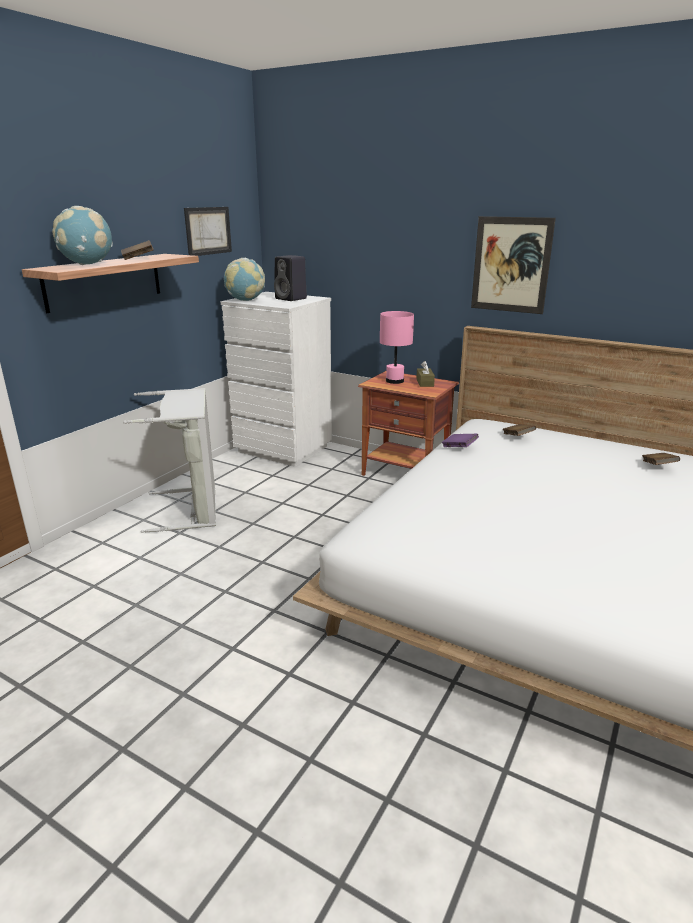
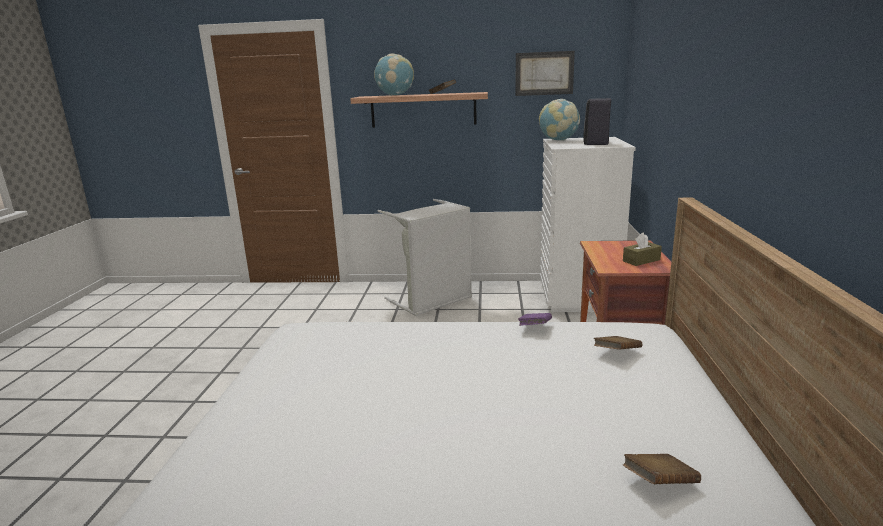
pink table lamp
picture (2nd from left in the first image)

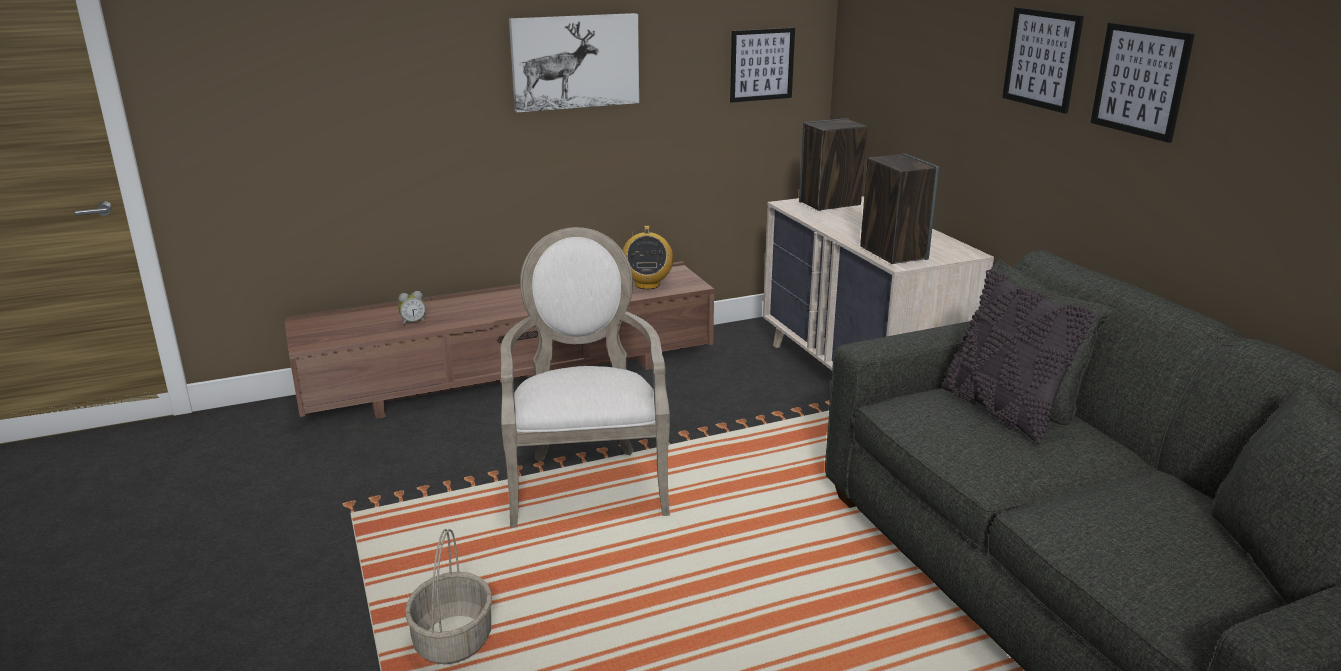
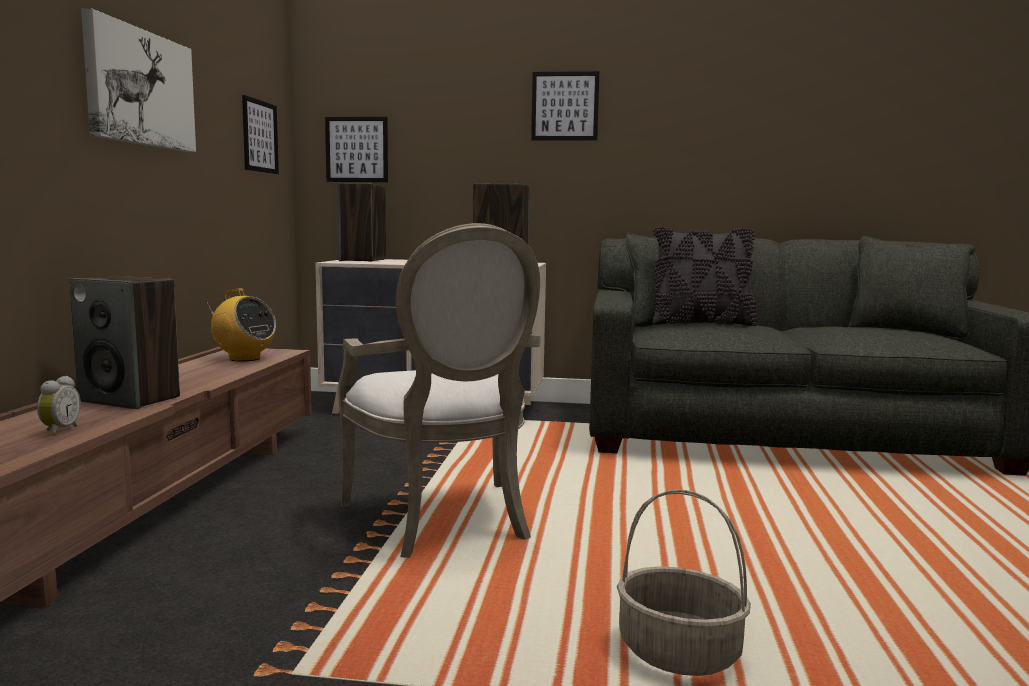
speaker (1st from left)
picture (3rd from left)
armchair

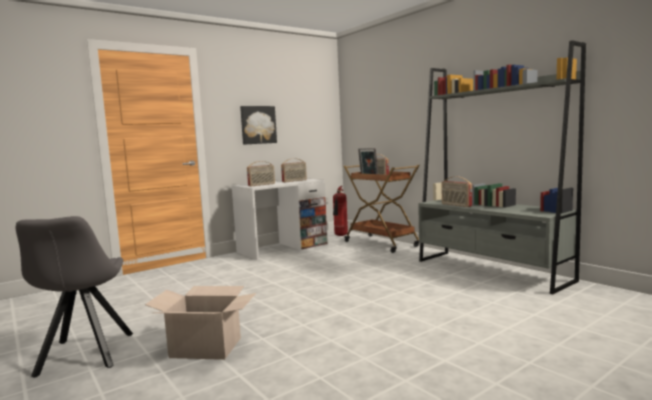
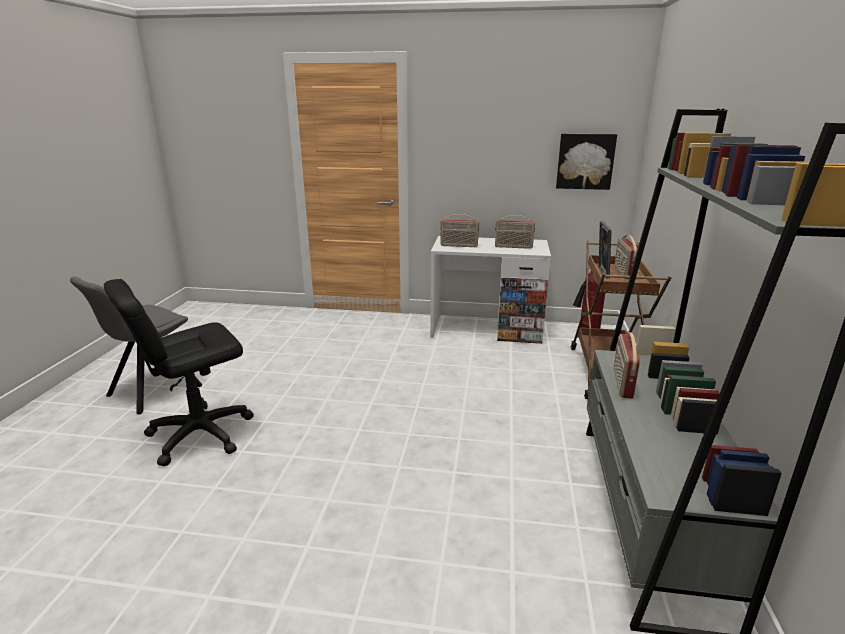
picture
black office chair

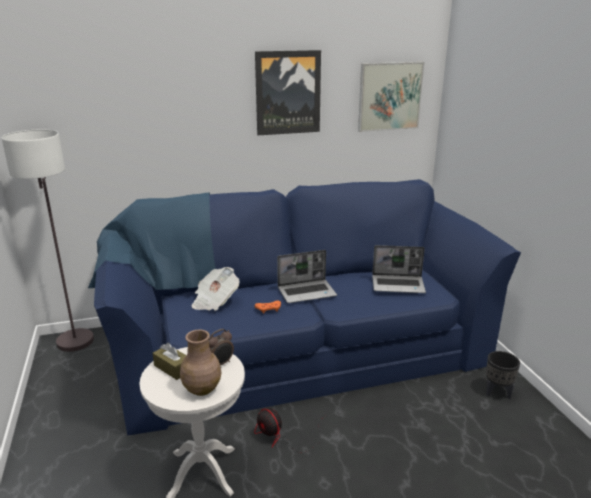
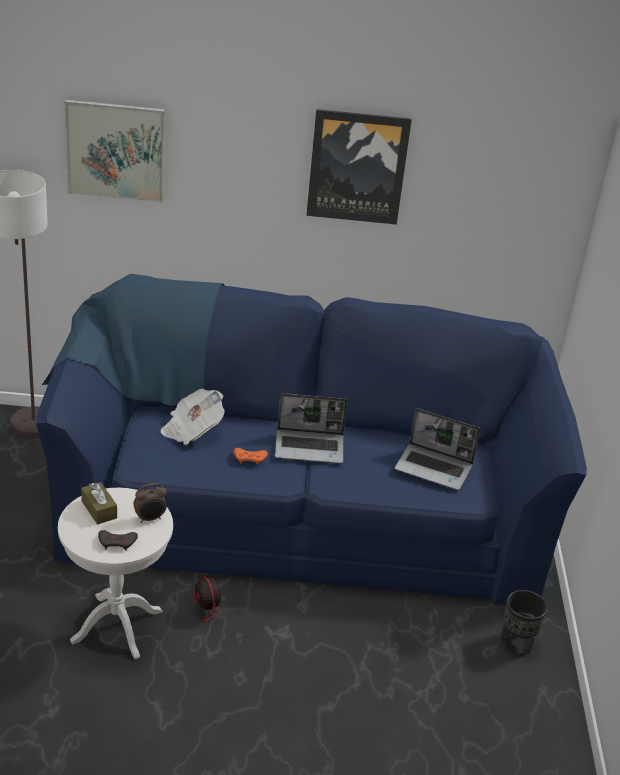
picture (1st from left)
grey game controller

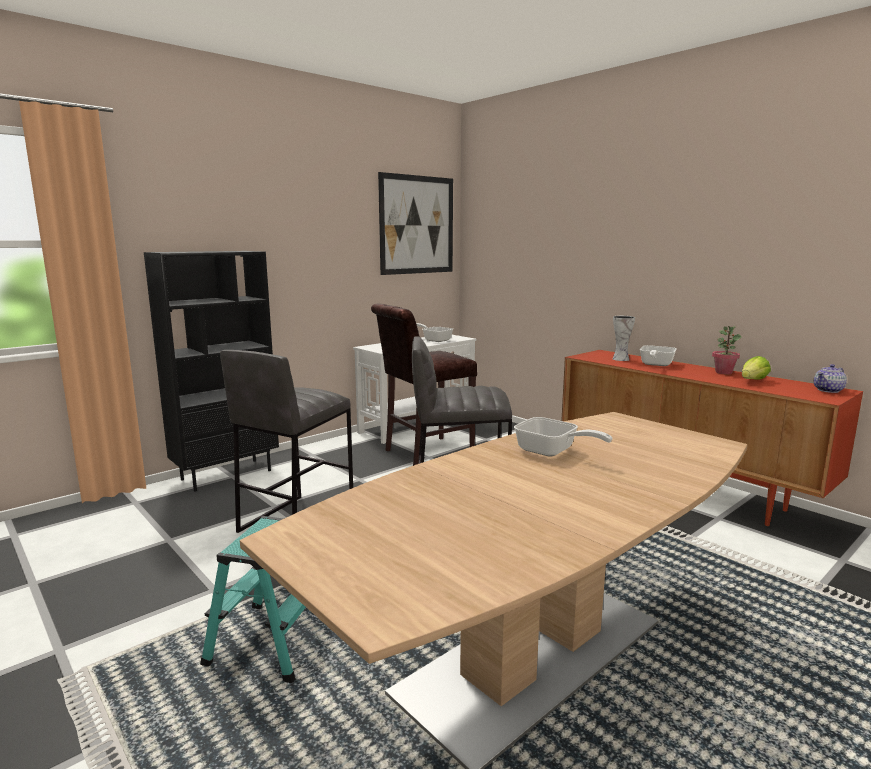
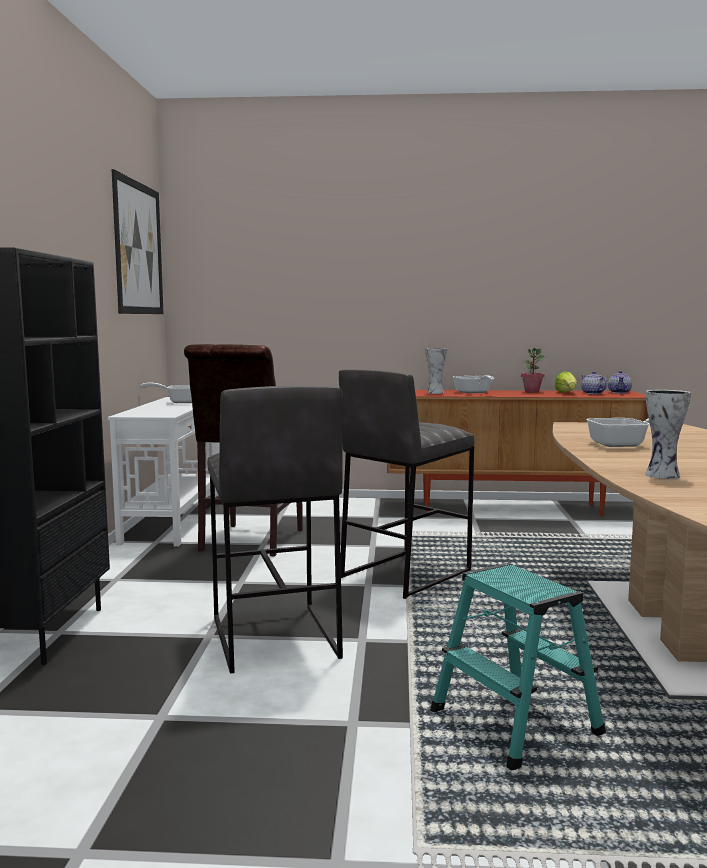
teapot (1st from left)
vase (2nd from left)

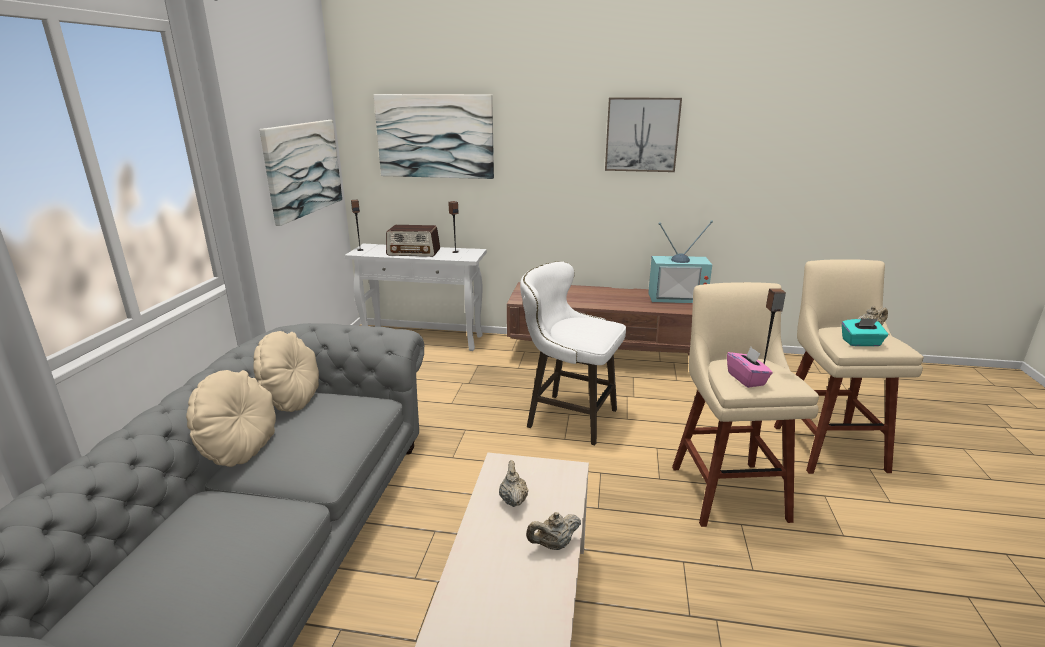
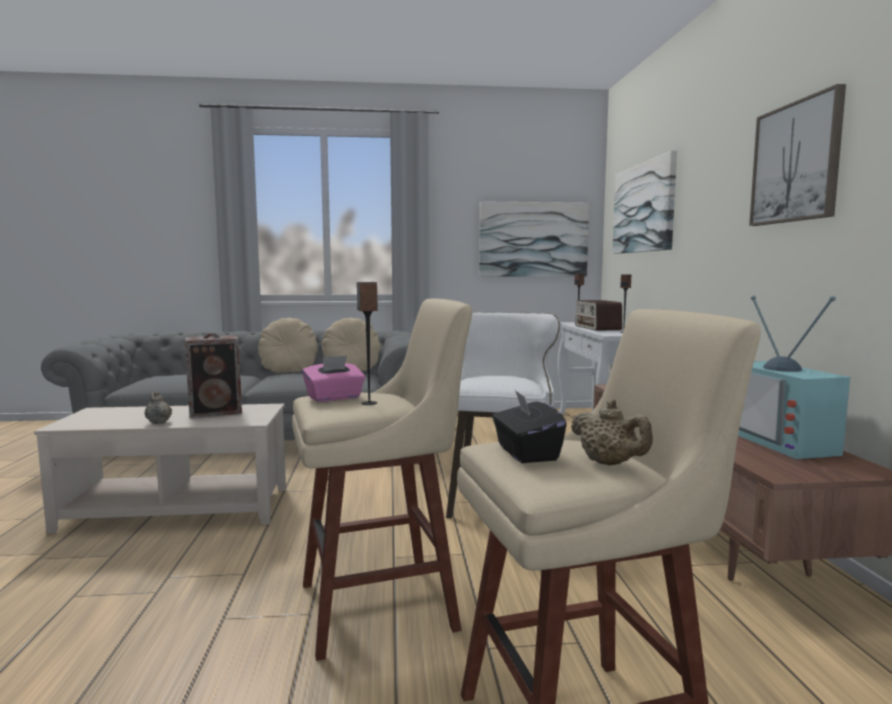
speaker (1st from left)
black tissue box

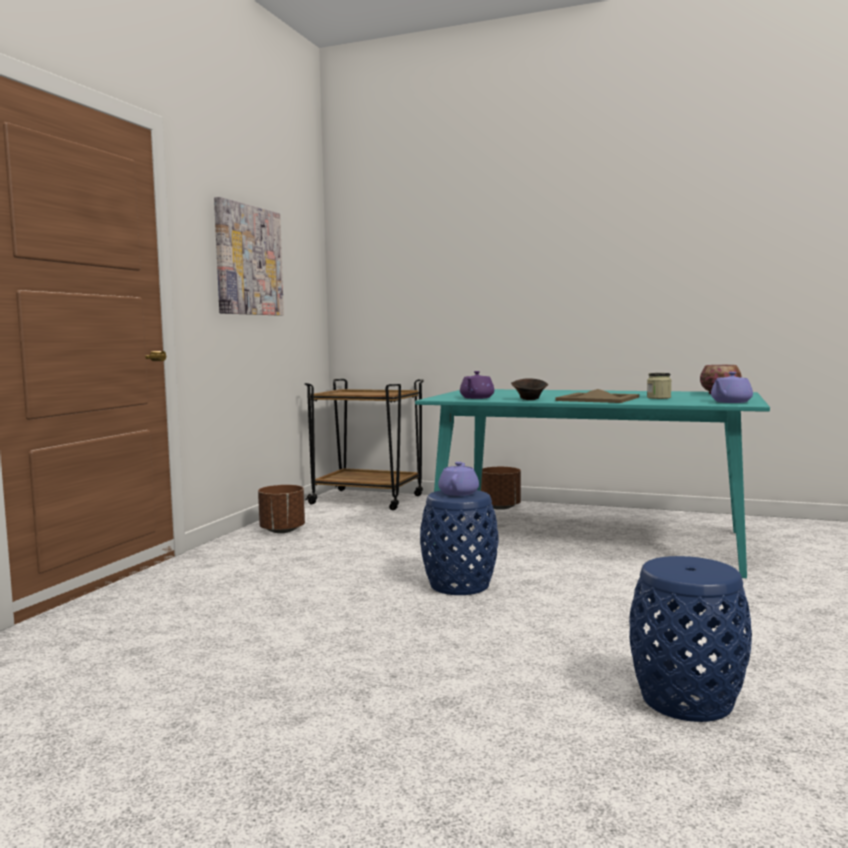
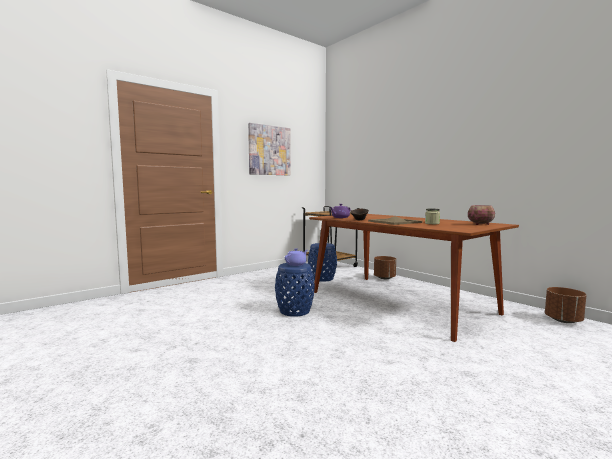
purple teapot (3rd from left in the first image)
brown planter (2nd from left)
blue stool (2nd from left)
brown dining table

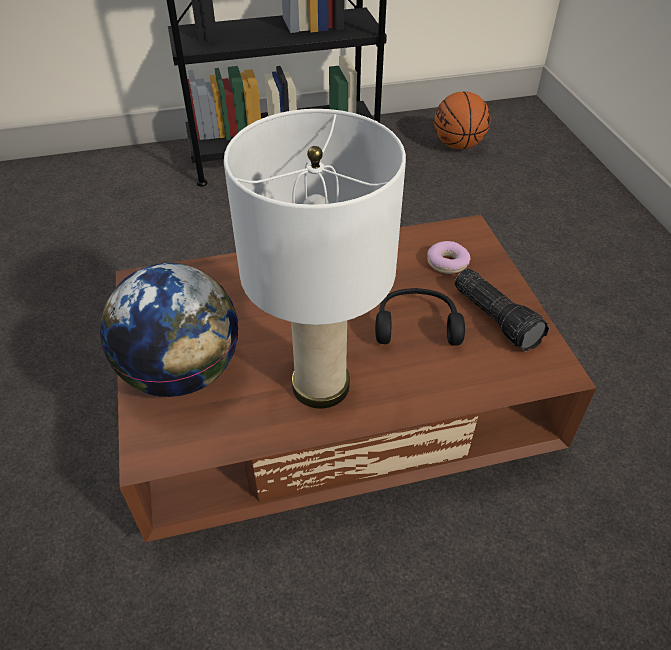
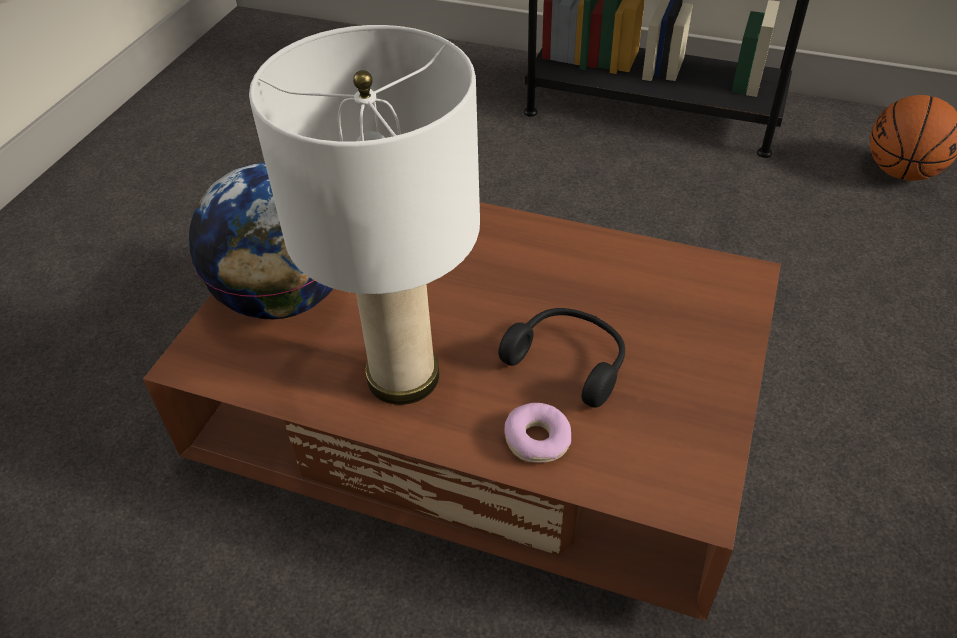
flashlight
donut

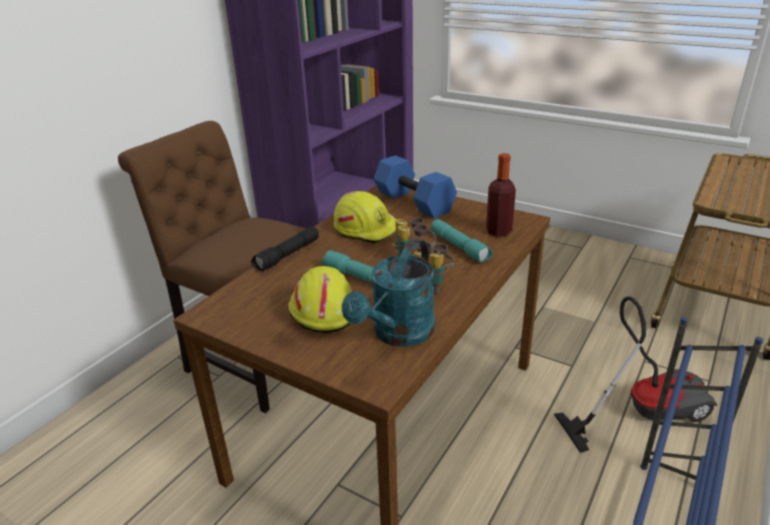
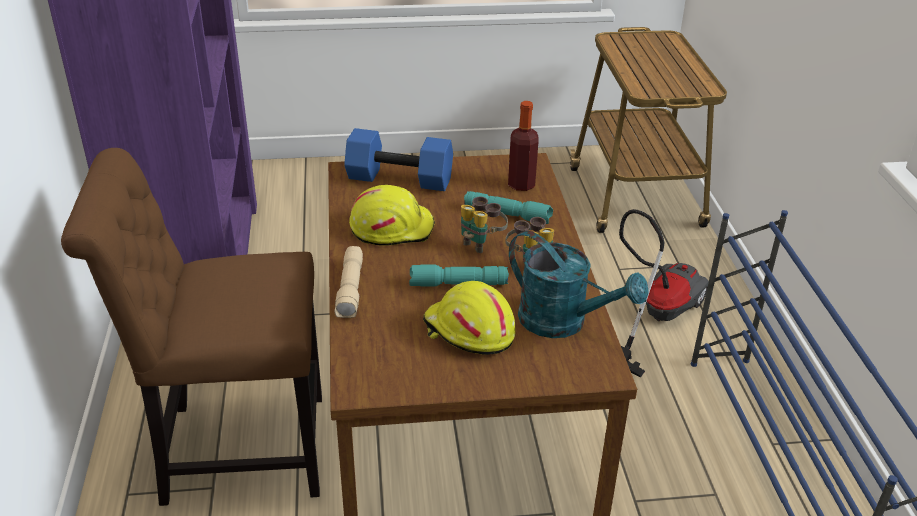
beige flashlight
turquoise watering can

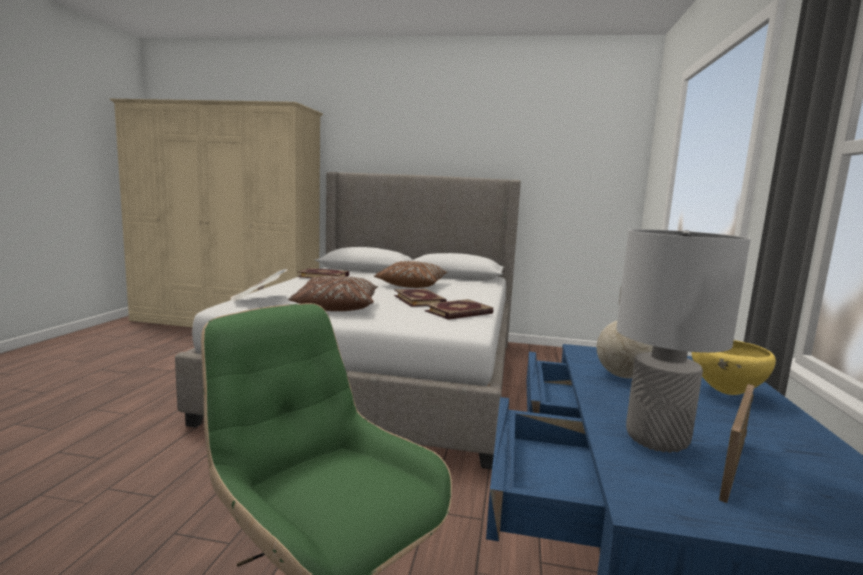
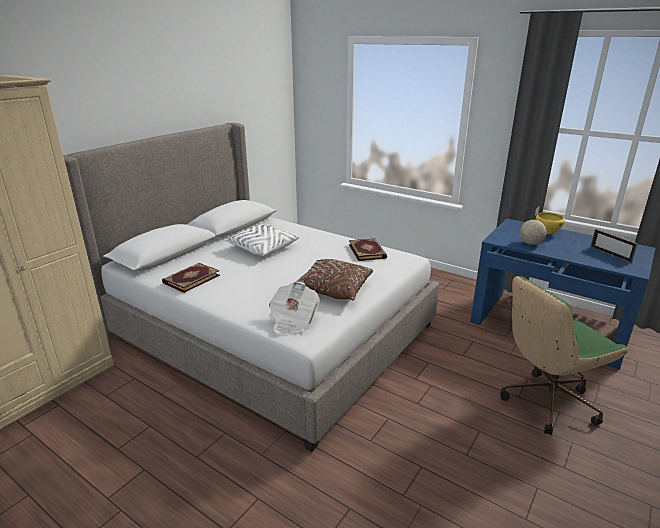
book (2nd from left in the first image)
grey table lamp
white pillow

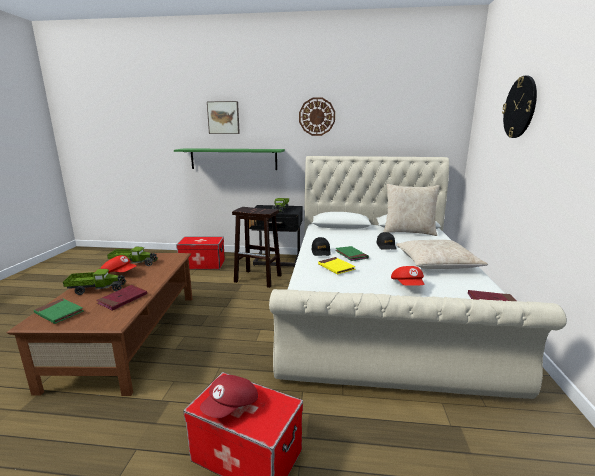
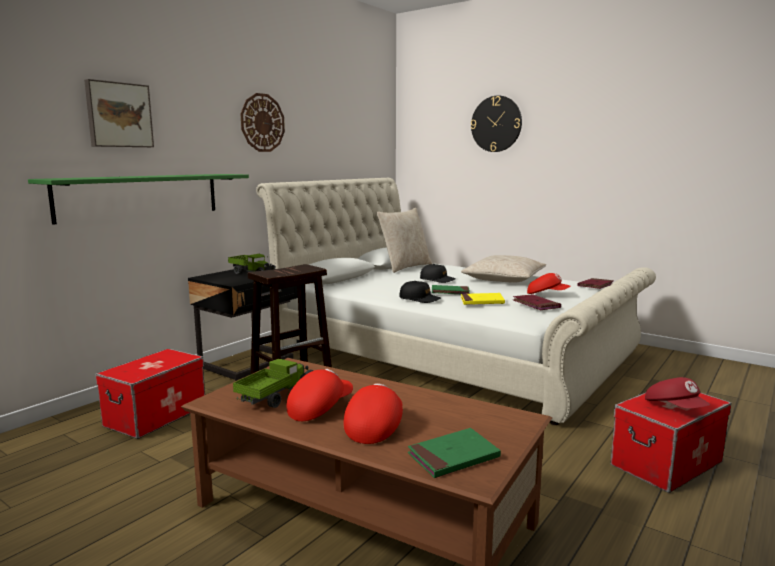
red book (1st from left)
red cap (2nd from left)

